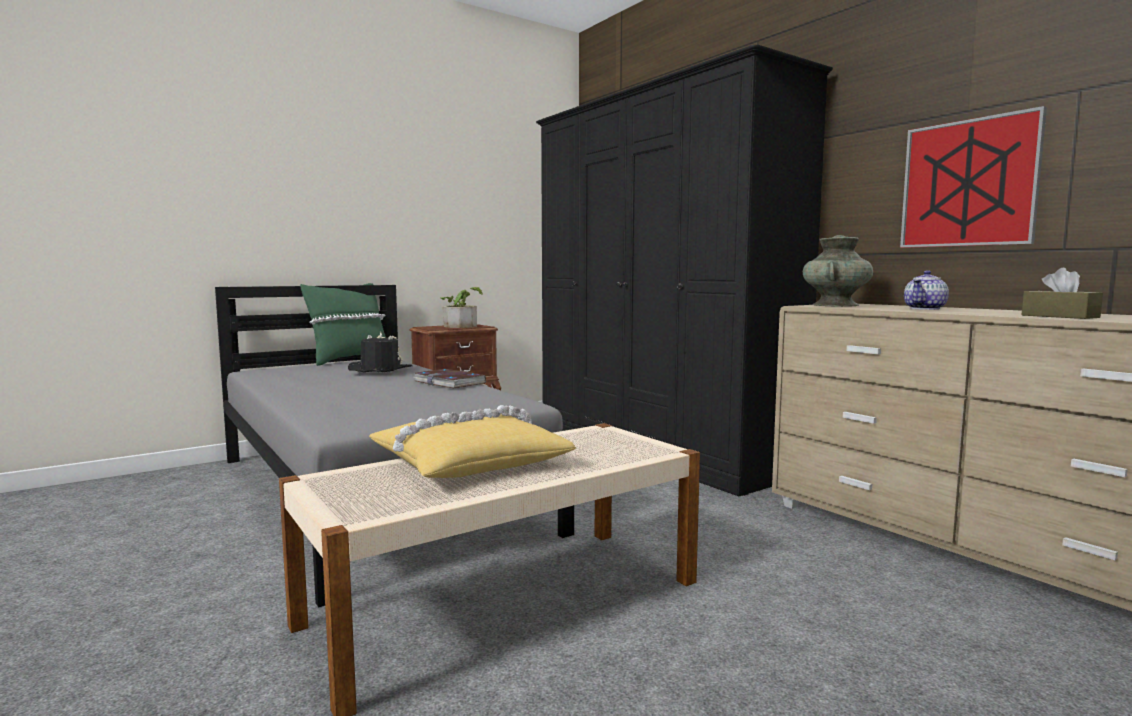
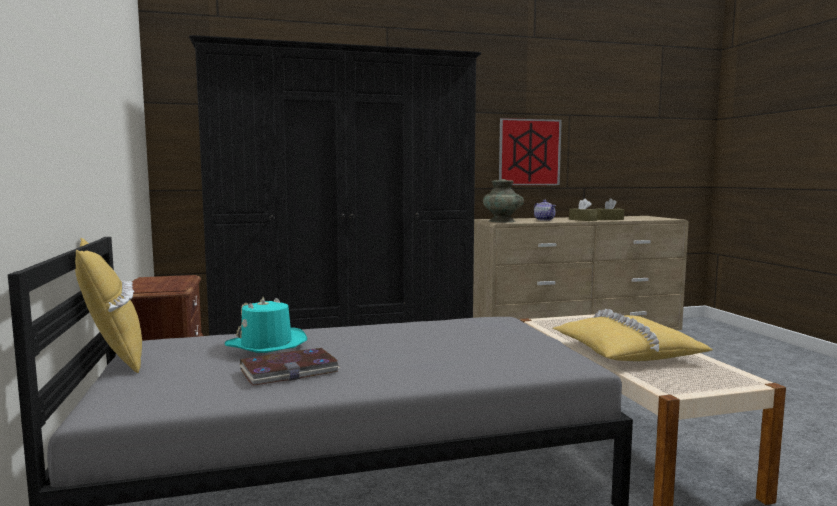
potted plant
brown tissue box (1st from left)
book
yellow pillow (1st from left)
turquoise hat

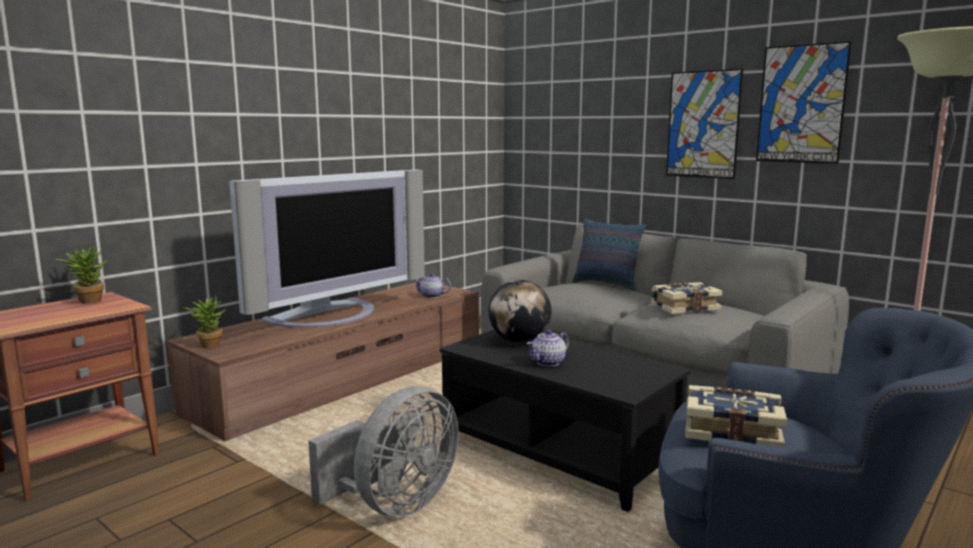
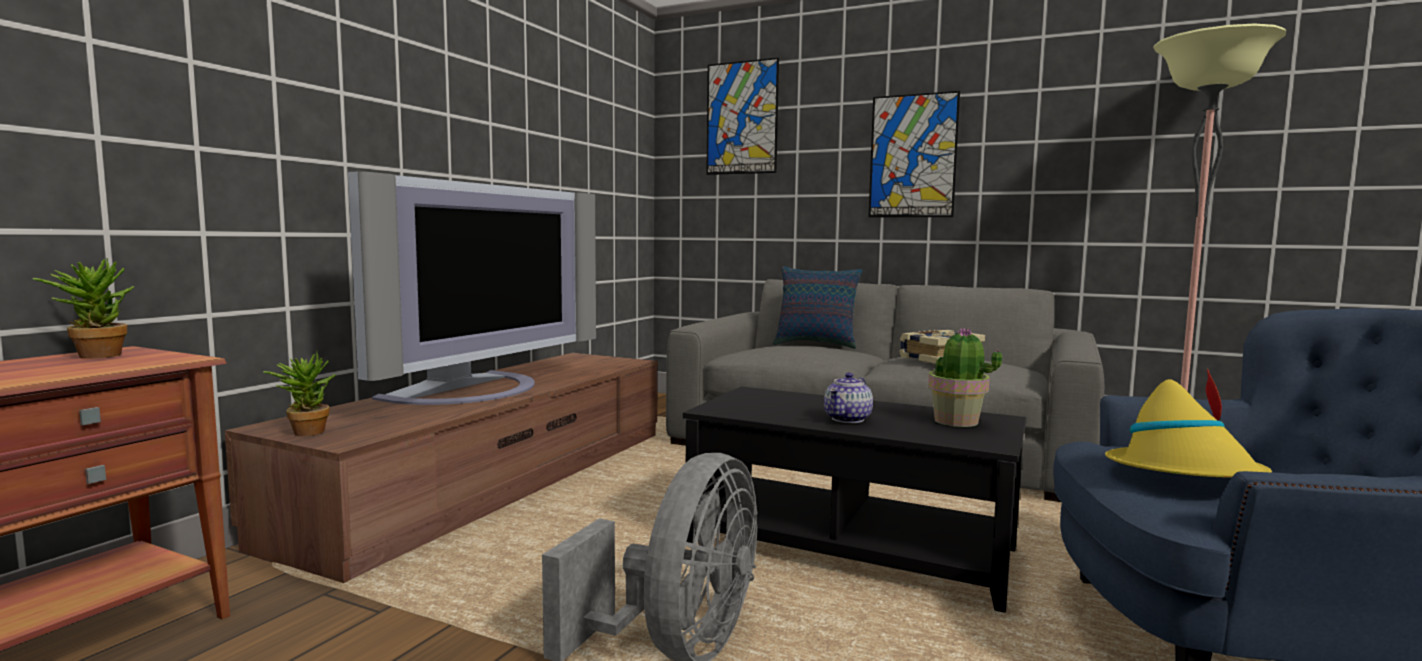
teapot (1st from left in the first image)
globe
potted plant (3rd from left)
picture (1st from left)
yellow hat

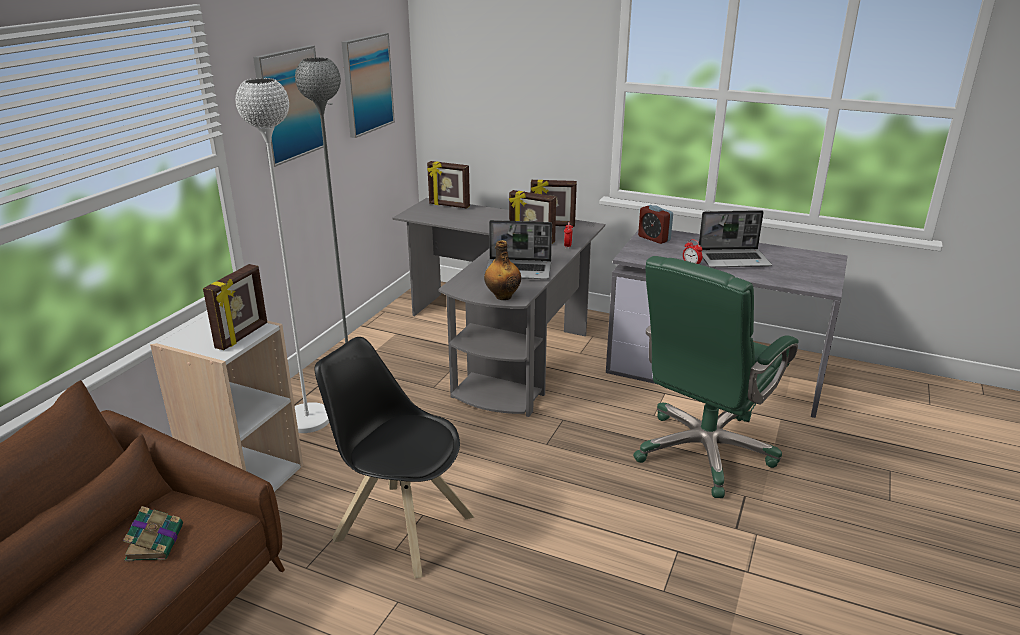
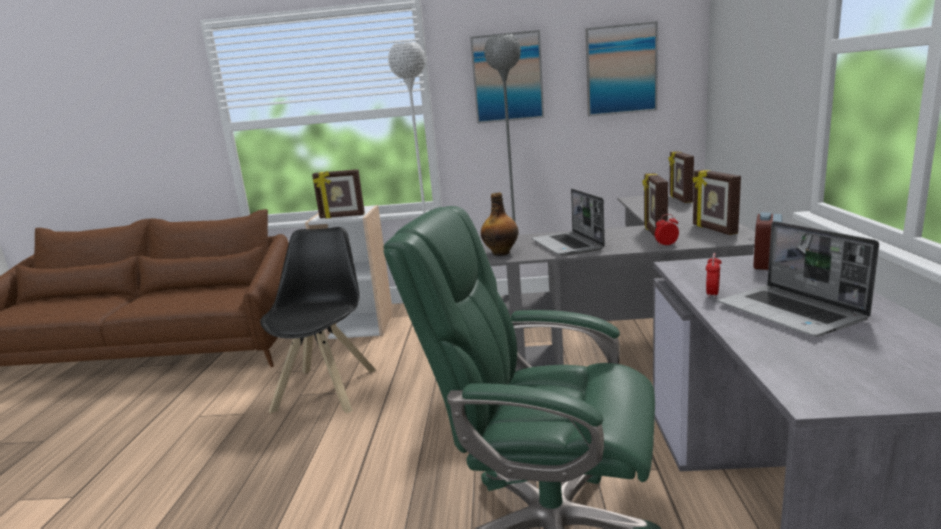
book

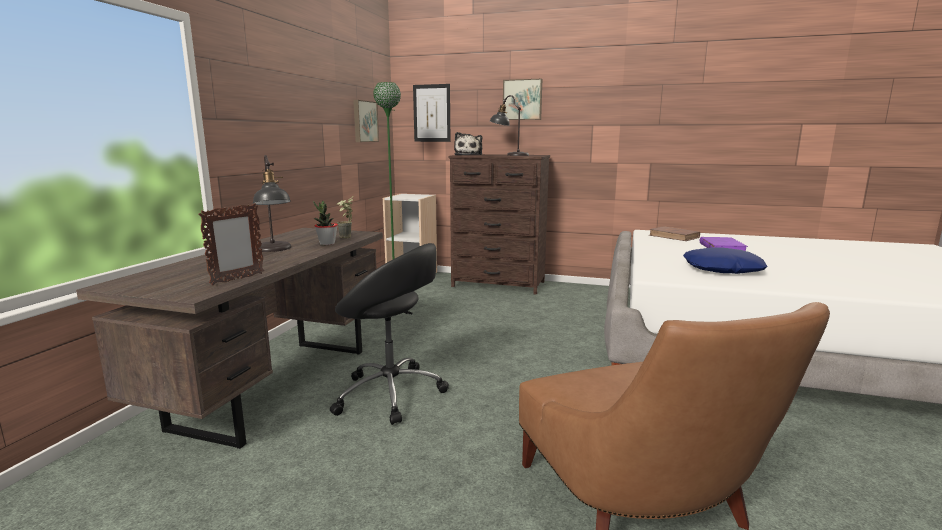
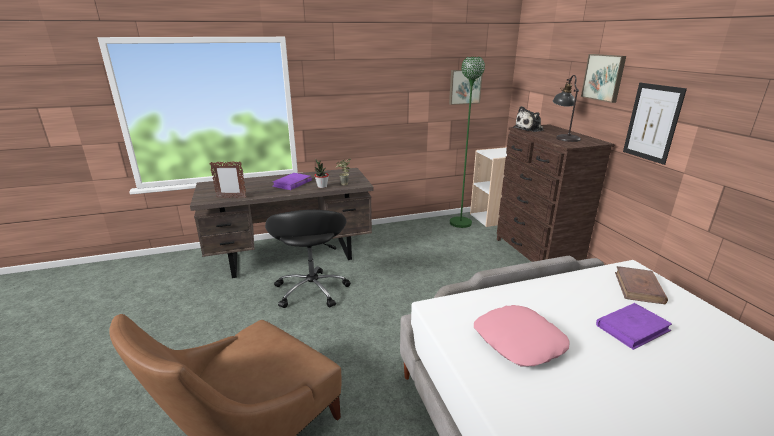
picture (3rd from left)
purple book (1st from left)
pink pillow

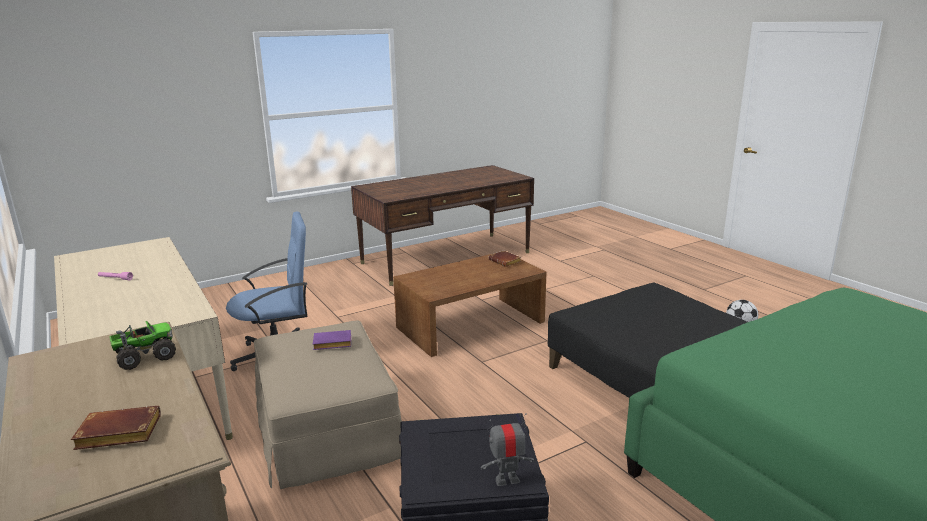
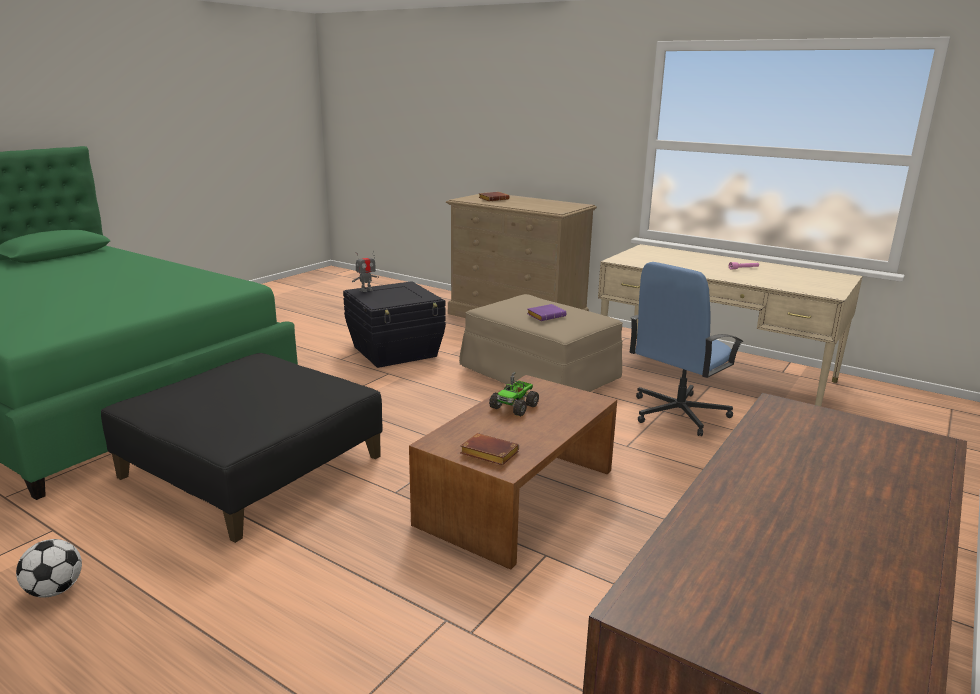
toy truck

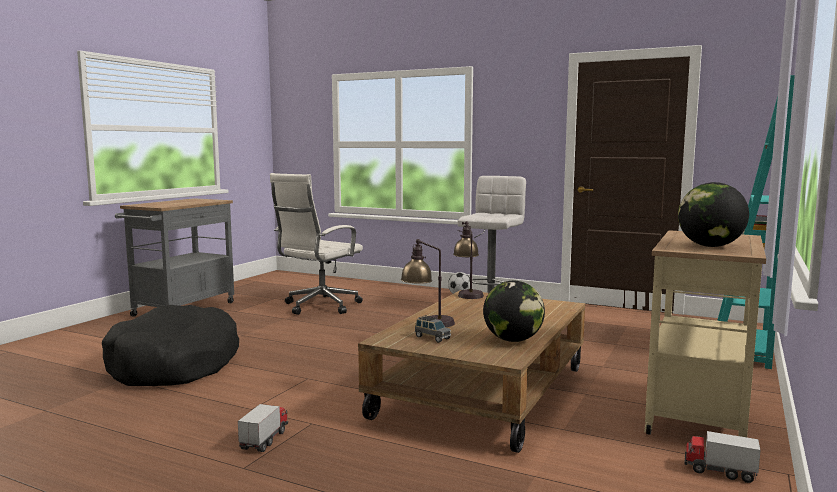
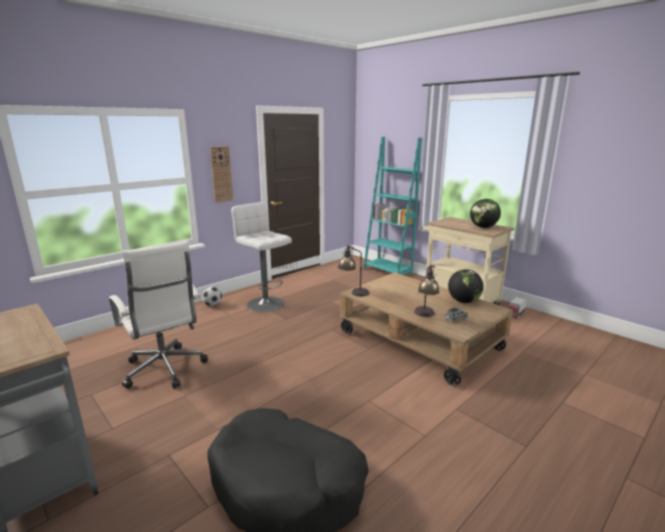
toy truck (1st from left in the first image)
wall clock

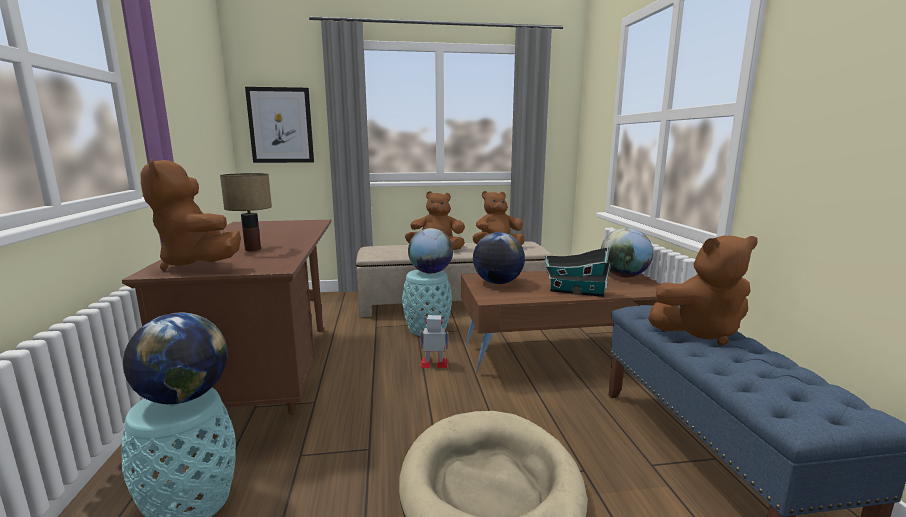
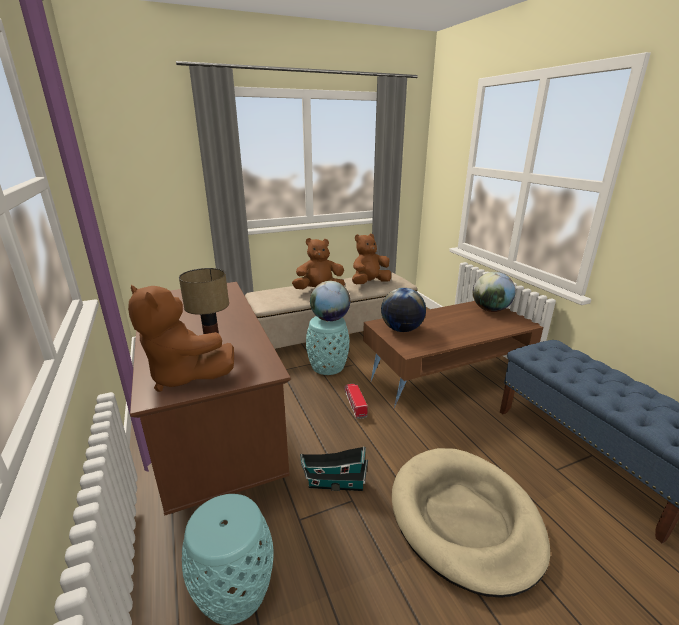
globe (1st from left in the first image)
picture
brown plush toy (4th from left in the first image)
toy house
toy truck

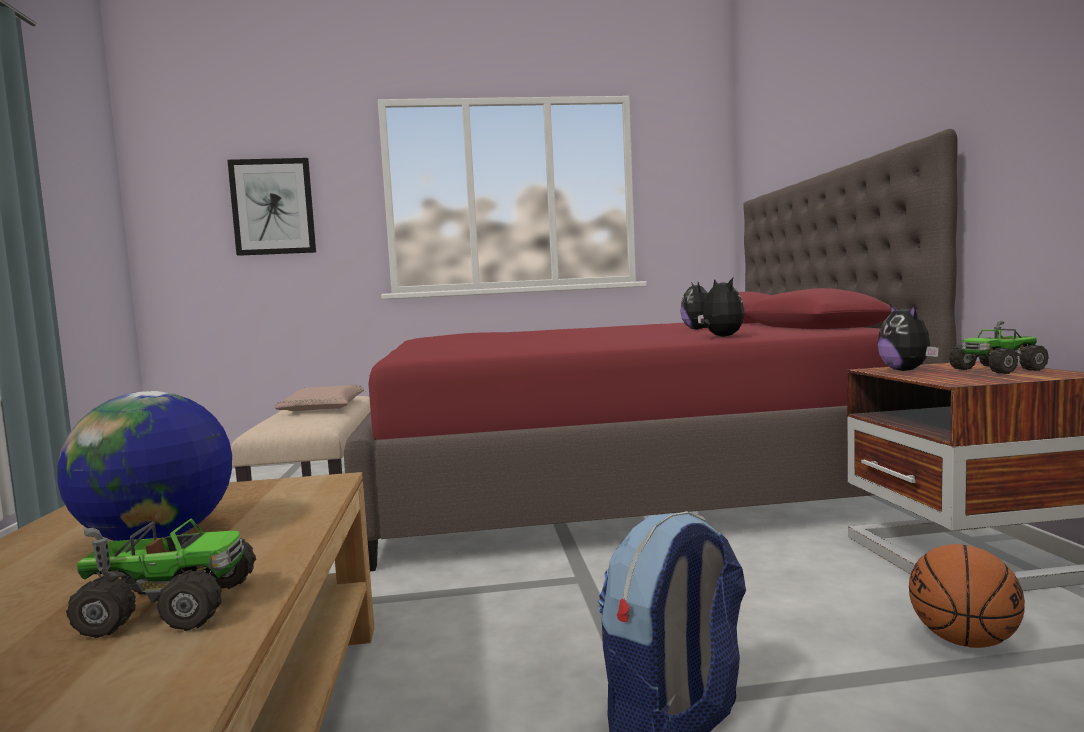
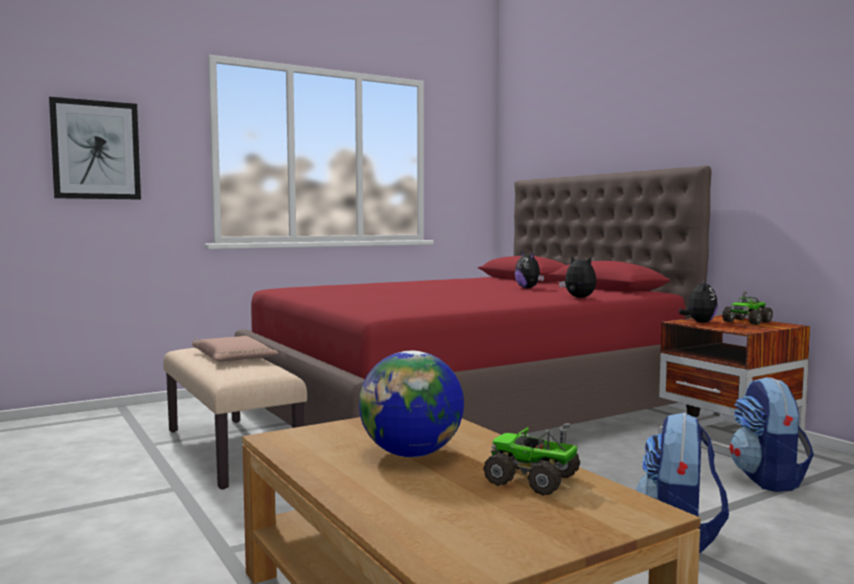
backpack (2nd from left)
toy truck (1st from left)
plush toy (3rd from left)

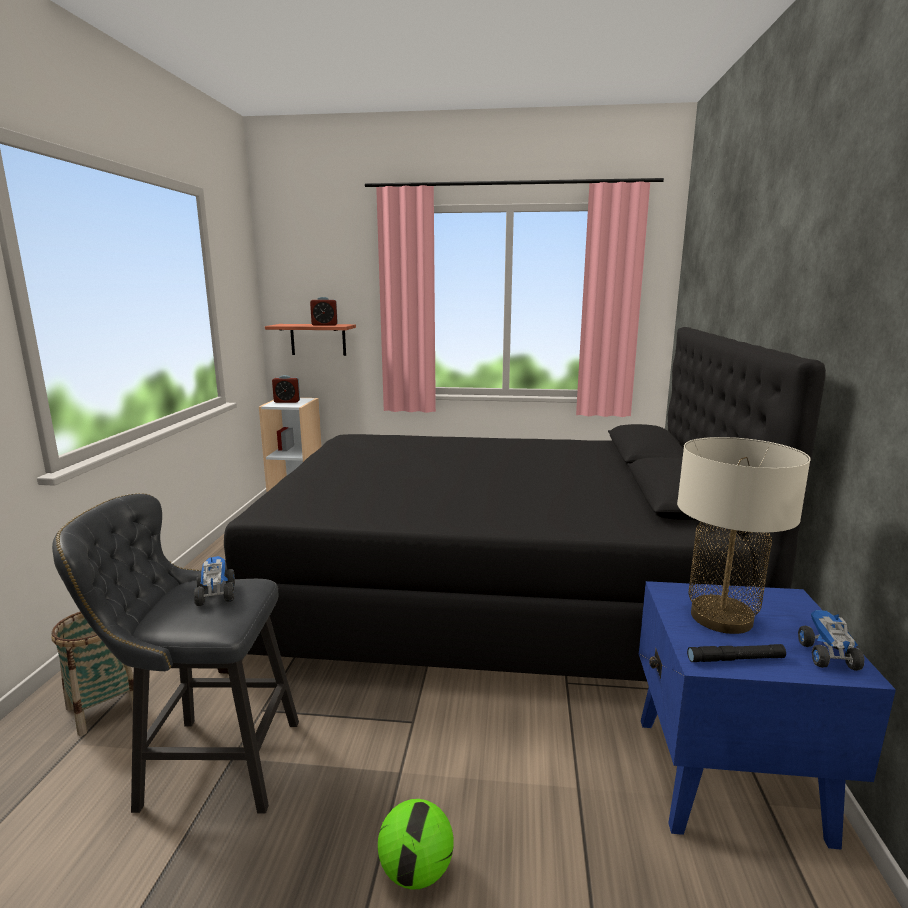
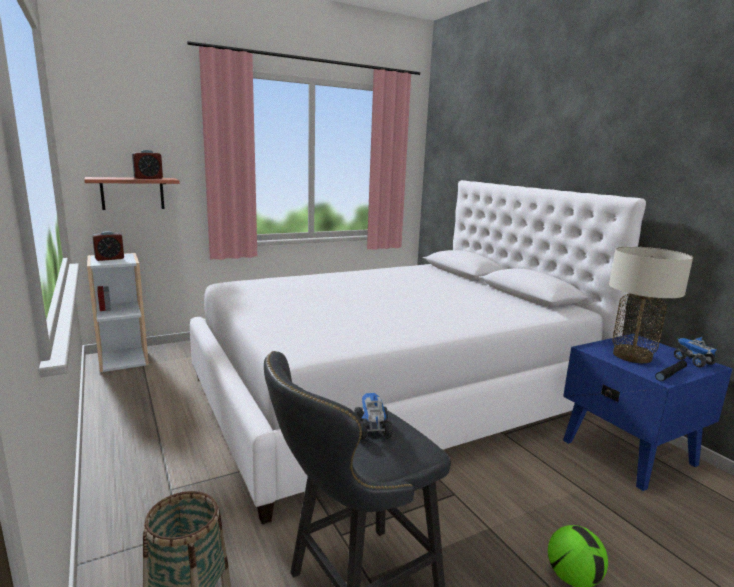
white bed
toy truck (1st from left)

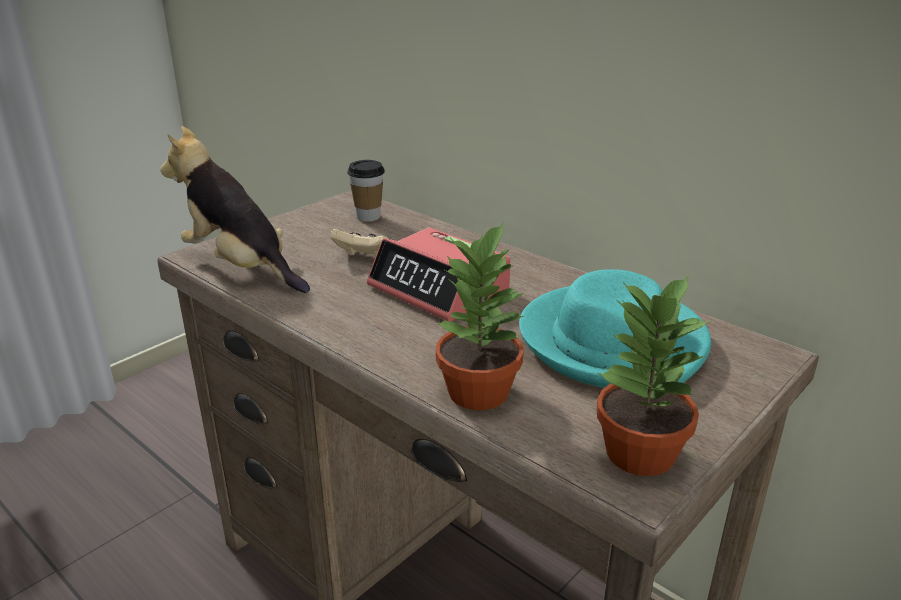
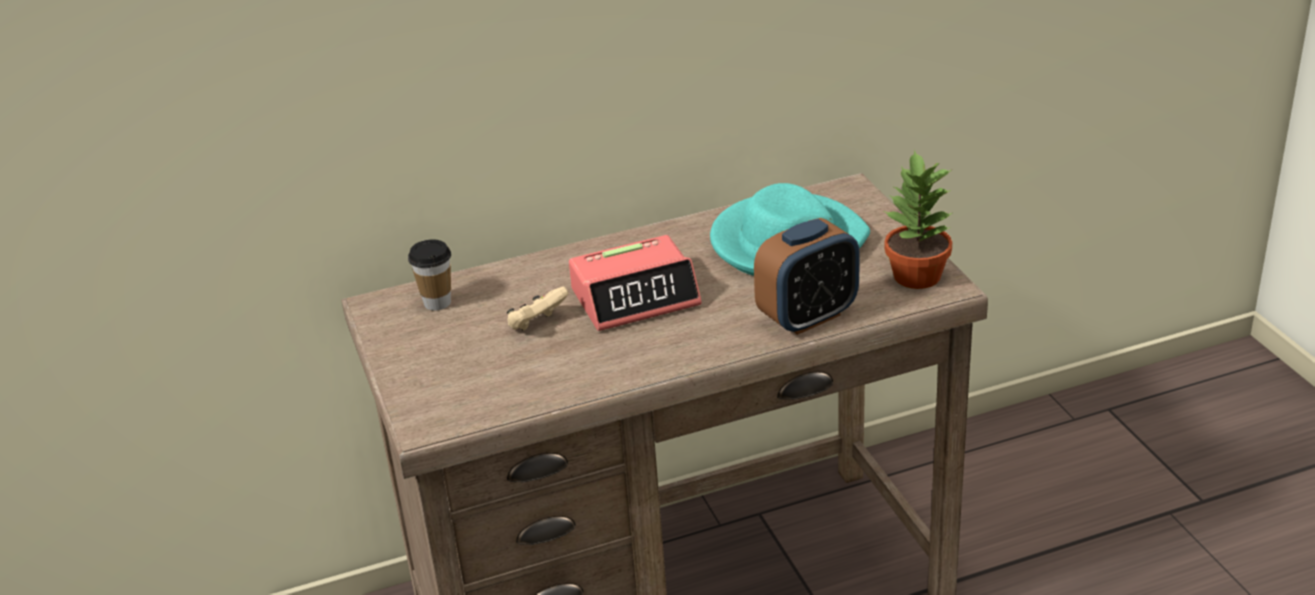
plush toy
alarm clock (2nd from left)

